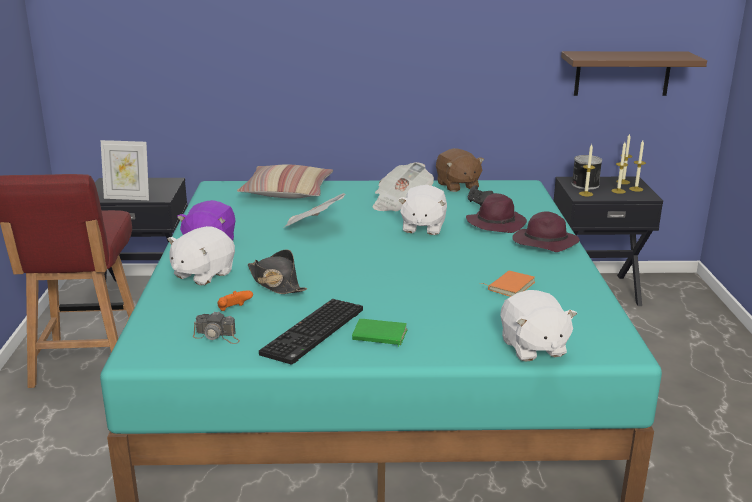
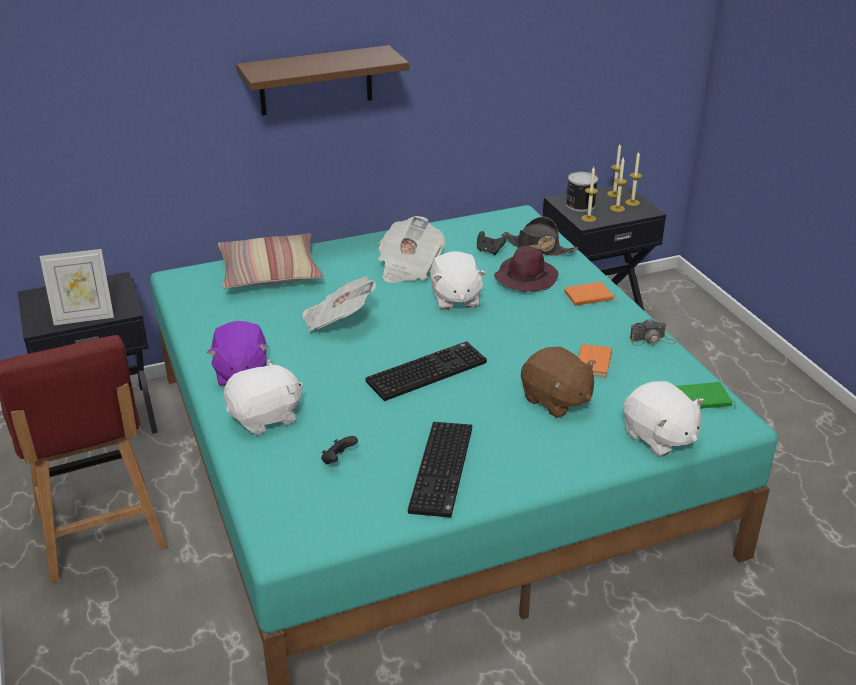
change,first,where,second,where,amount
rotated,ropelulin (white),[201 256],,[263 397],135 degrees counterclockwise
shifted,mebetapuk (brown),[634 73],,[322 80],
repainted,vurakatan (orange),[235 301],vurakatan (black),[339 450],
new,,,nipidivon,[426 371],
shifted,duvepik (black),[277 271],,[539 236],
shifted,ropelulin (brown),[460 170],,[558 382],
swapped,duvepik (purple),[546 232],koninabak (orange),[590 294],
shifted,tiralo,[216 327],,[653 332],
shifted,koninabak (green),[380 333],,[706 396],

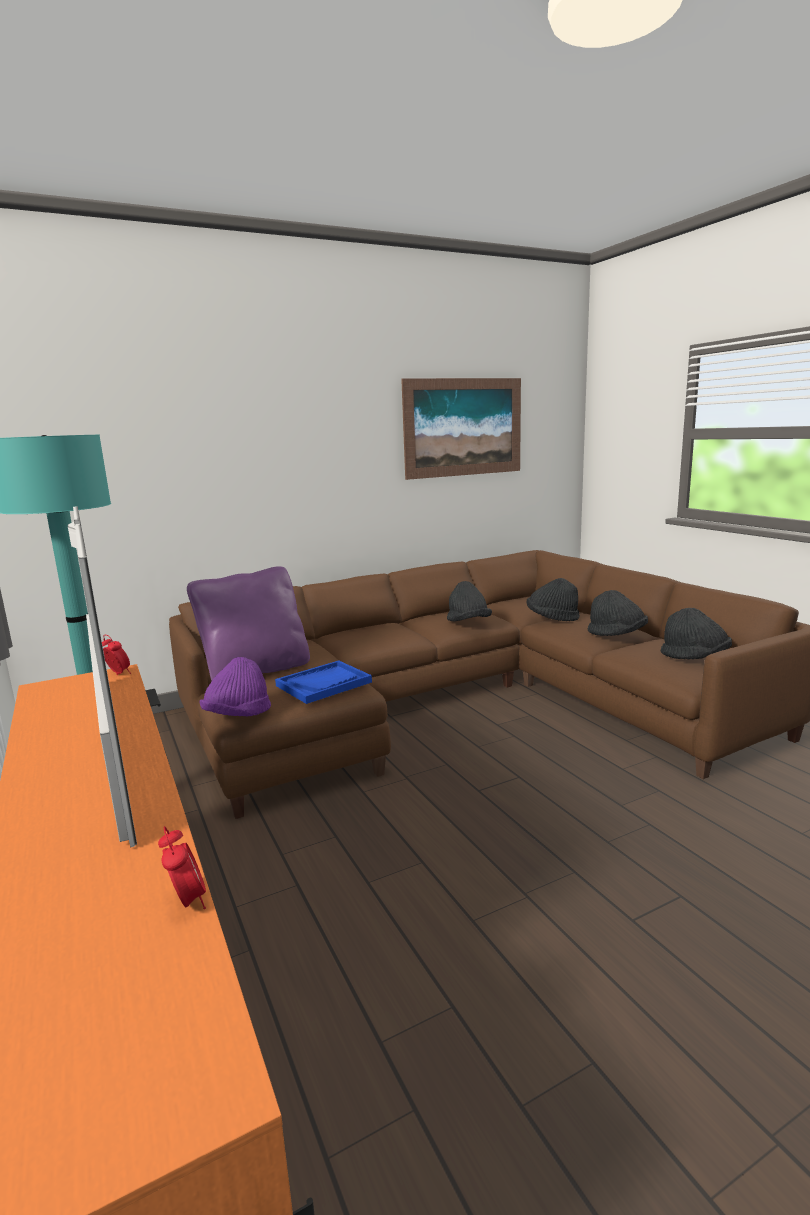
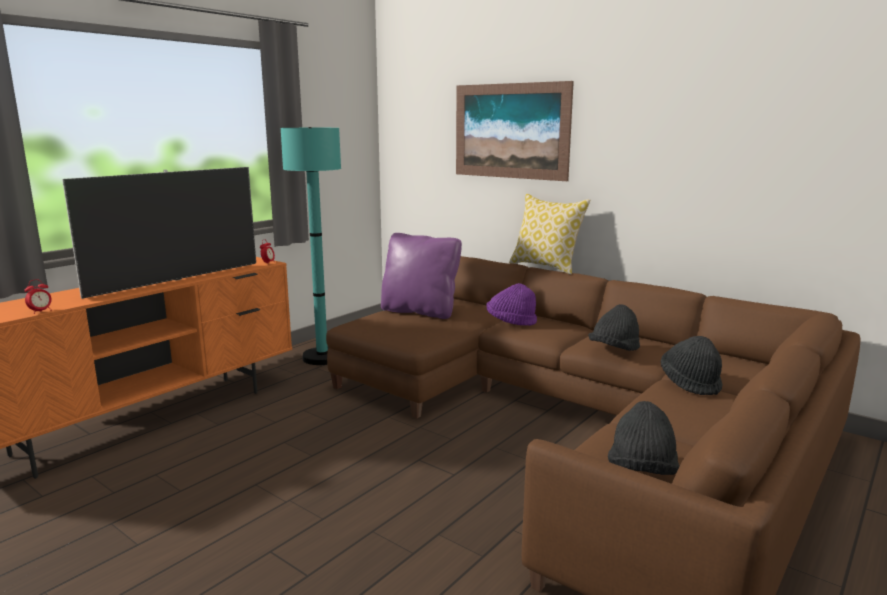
change,first,where,second,where,amount
shifted,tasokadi,[461 429],,[515 131],
shifted,duvepik (purple),[235 686],,[511 304],
new,,,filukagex,[549 234],
gone,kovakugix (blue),[323 682],,,
gone,duvepik (black),[618 613],,,

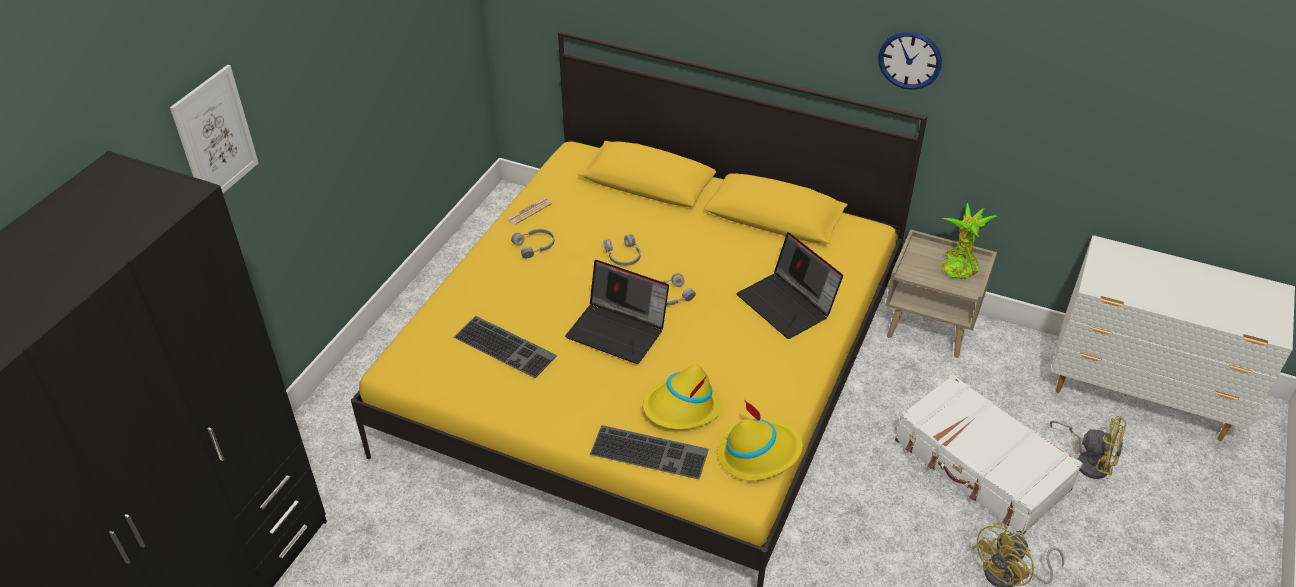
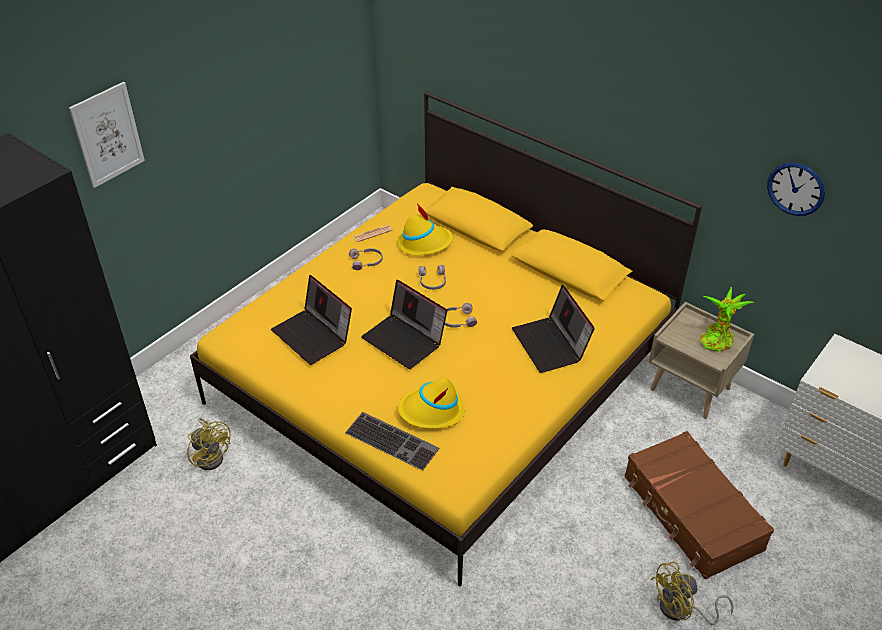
change,first,where,second,where,amount
shifted,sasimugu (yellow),[1088 447],,[209 444],
swapped,nipidivon,[505 347],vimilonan,[311 320],
shifted,duvepik (yellow),[760 440],,[425 229],
repainted,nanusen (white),[989 455],nanusen (brown),[699 505],
shifted,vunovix,[910 60],,[796 189],

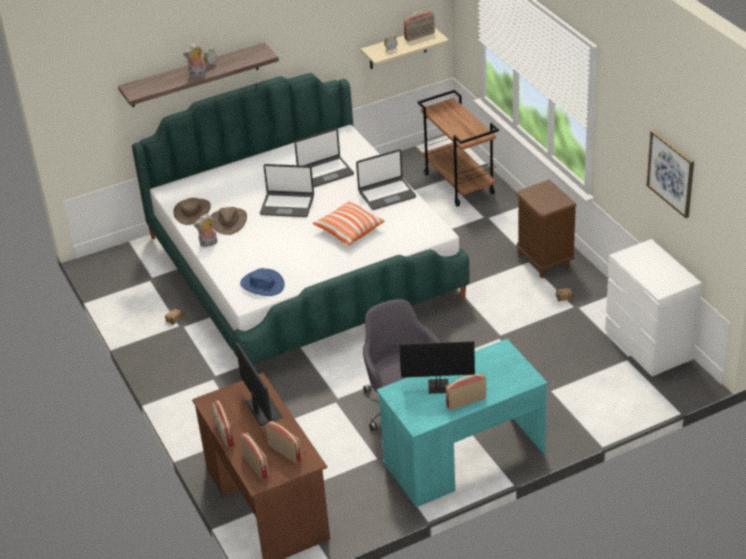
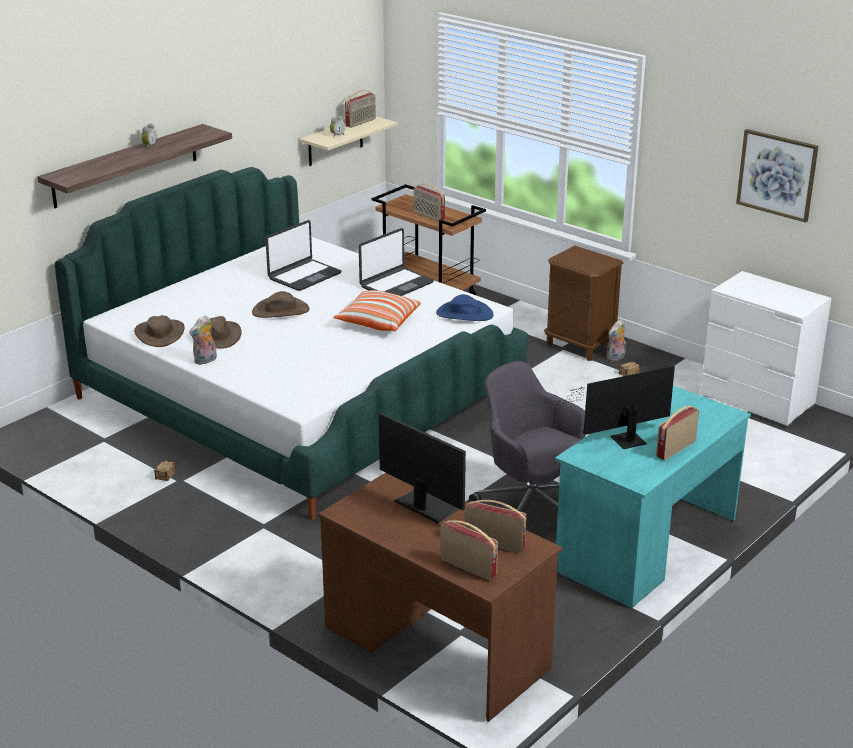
change,first,where,second,where,amount
swapped,vimilonan,[287 190],duvepik (brown),[281 304],
shifted,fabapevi,[223 424],,[429 203],
shifted,duvepik (blue),[262 282],,[464 307],
shifted,ropelulin,[195 60],,[616 340],

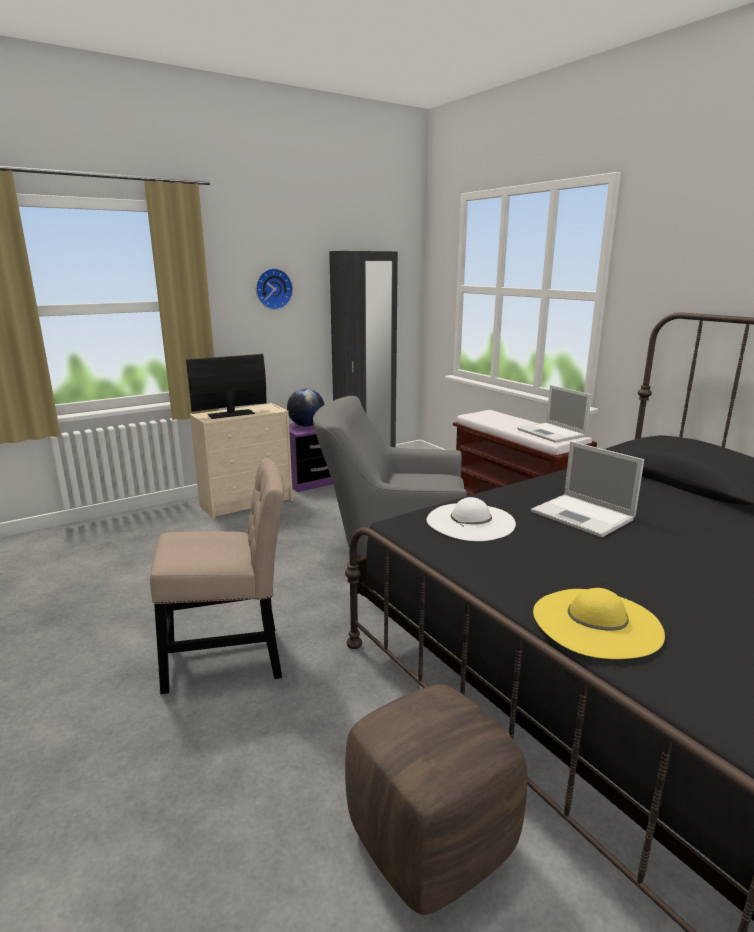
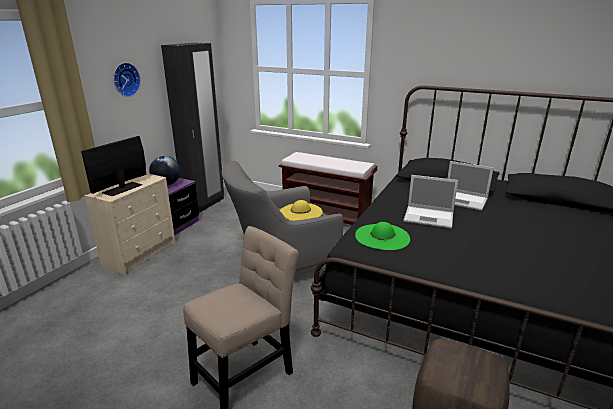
change,first,where,second,where,amount
shifted,duvepik (yellow),[599 623],,[301 210],
repainted,duvepik (white),[471 519],duvepik (green),[382 236],
shifted,vimilonan,[555 414],,[470 186],

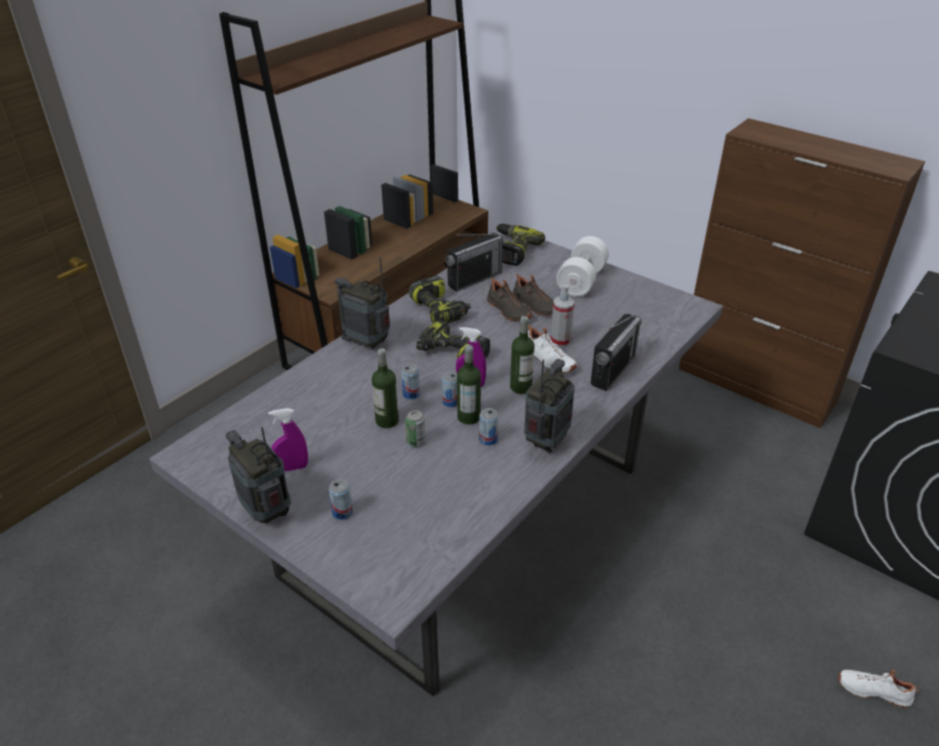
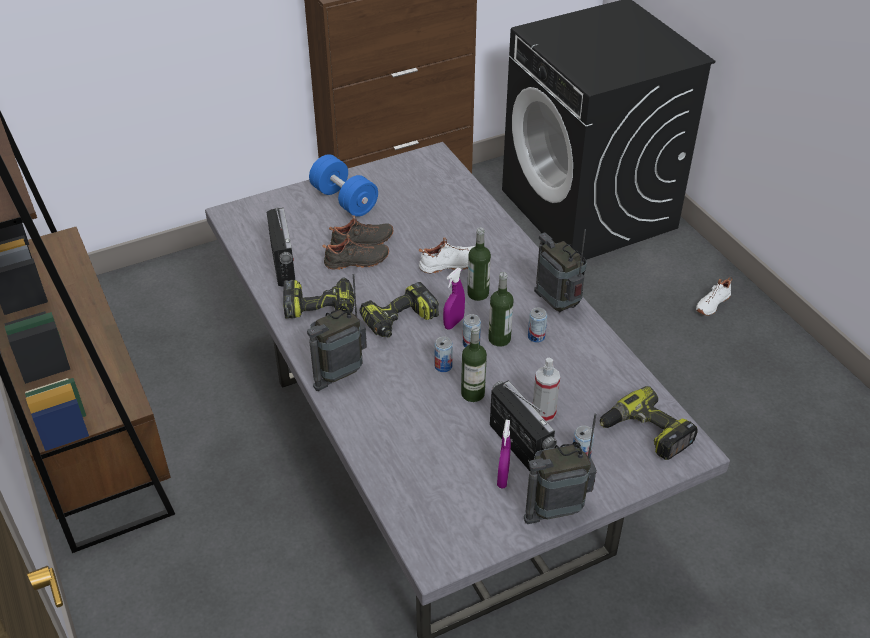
change,first,where,second,where,amount
repainted,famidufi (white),[582 266],famidufi (blue),[343 185],
shifted,fabapevi,[615 352],,[523 426],
shifted,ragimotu,[563 315],,[546 390],
shifted,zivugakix,[520 245],,[649 423],
gone,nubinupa,[415 428],,,

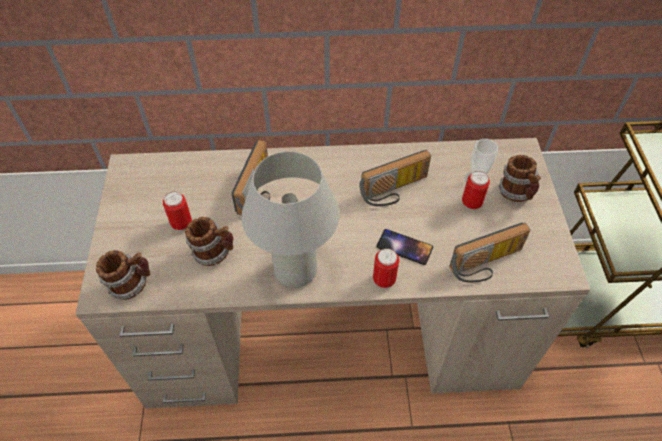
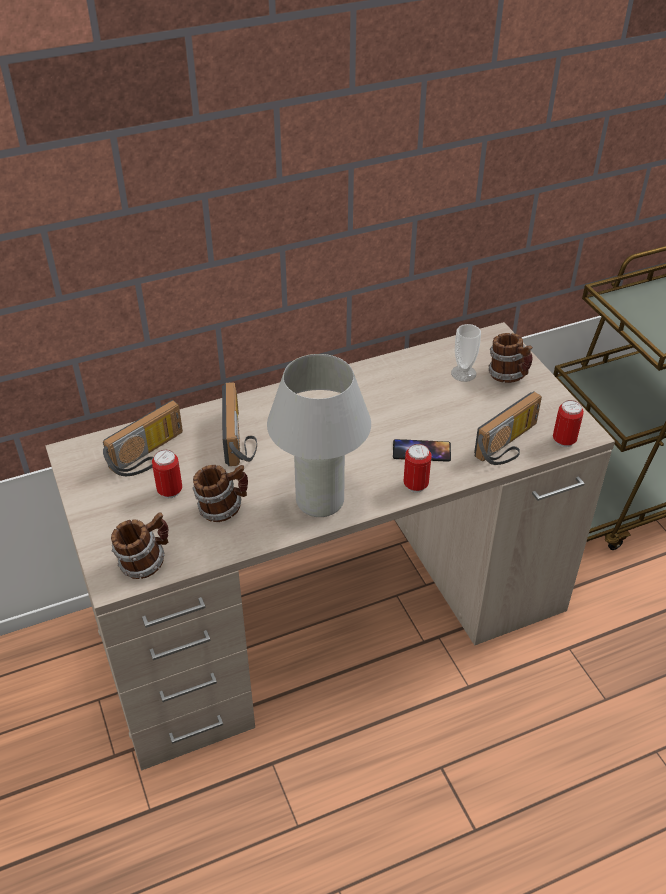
change,first,where,second,where,amount
shifted,fabapevi,[395 178],,[143 438],
shifted,nubinupa,[476 190],,[568 423],

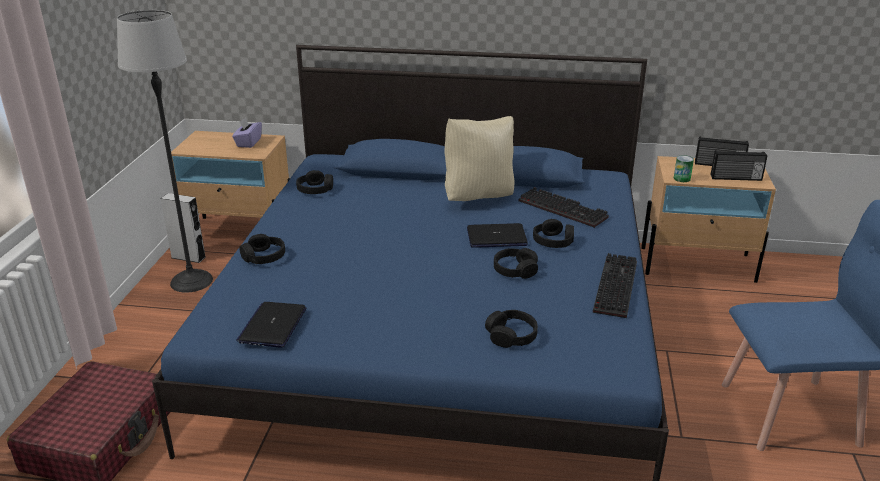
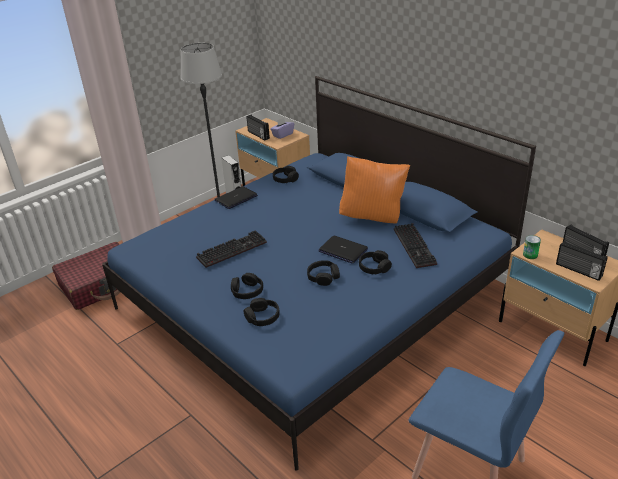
change,first,where,second,where,amount
shifted,nipidivon,[615 285],,[231 249],
shifted,vimilonan,[271 325],,[236 197],
shifted,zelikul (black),[262 249],,[247 286],
new,,,fabapevi,[258 127],
repainted,filukagex (beige),[479 158],filukagex (orange),[374 189],

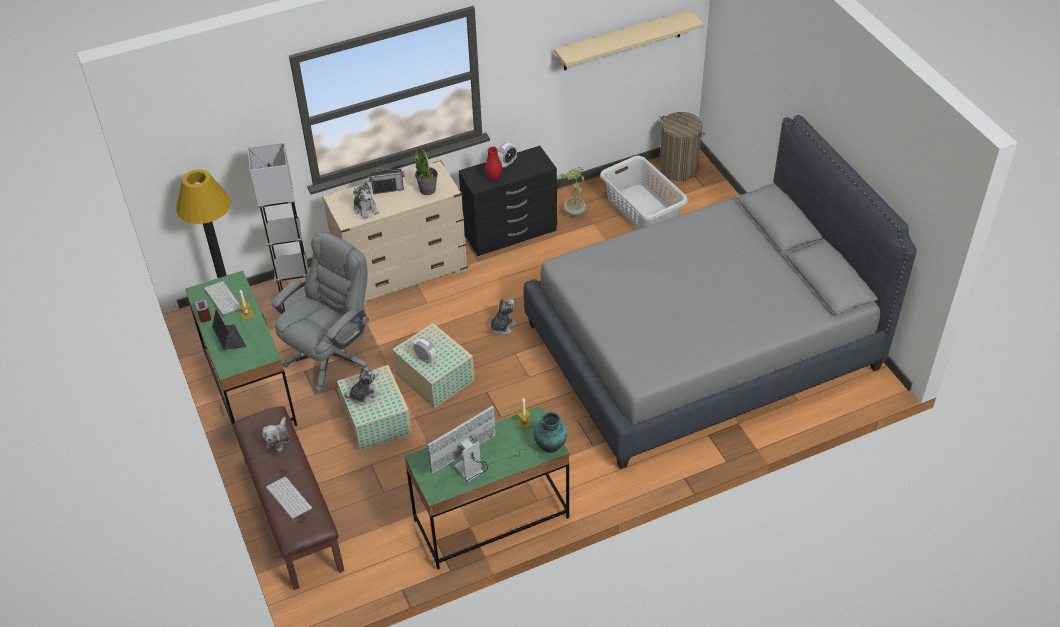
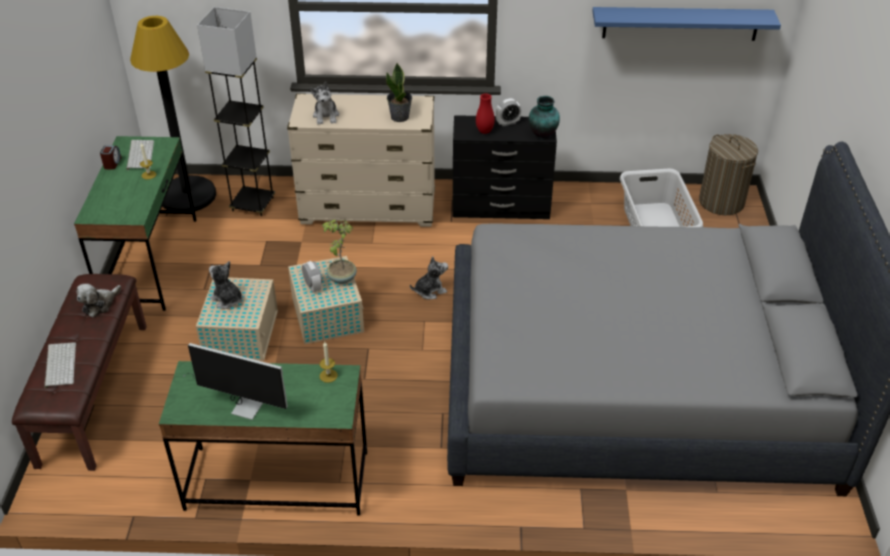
change,first,where,second,where,amount
rotated,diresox,[478 446],,[235 381],150 degrees counterclockwise
rotated,ropelulin,[362 385],,[225 285],135 degrees counterclockwise
shifted,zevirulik,[572 191],,[339 252],
shifted,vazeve,[550 432],,[544 118],
repainted,mebetapuk (beige),[629 40],mebetapuk (blue),[686 24],
gone,vimilonan,[229 329],,,
gone,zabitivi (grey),[320 312],,,
gone,fabapevi,[386 181],,,

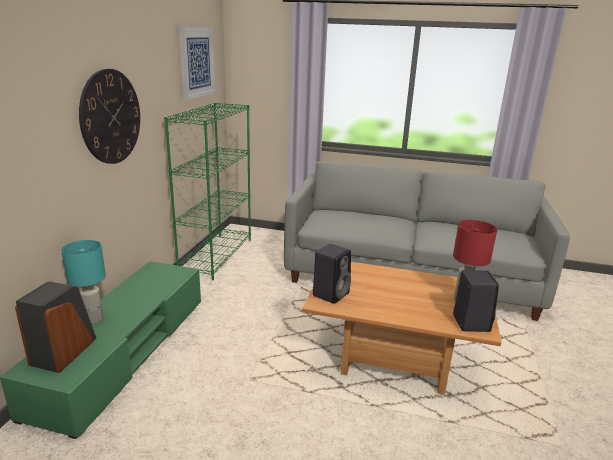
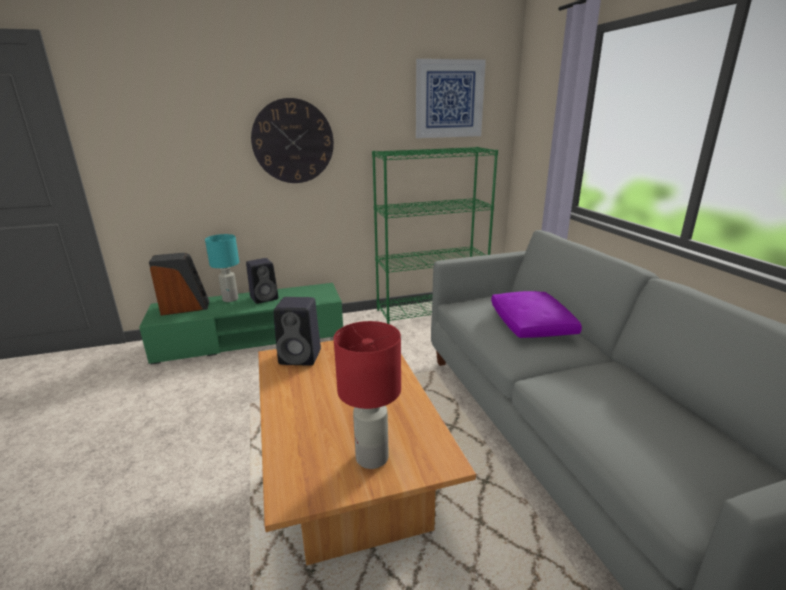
change,first,where,second,where,amount
shifted,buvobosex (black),[476 301],,[262 281],
new,,,filukagex (purple),[536 314],

